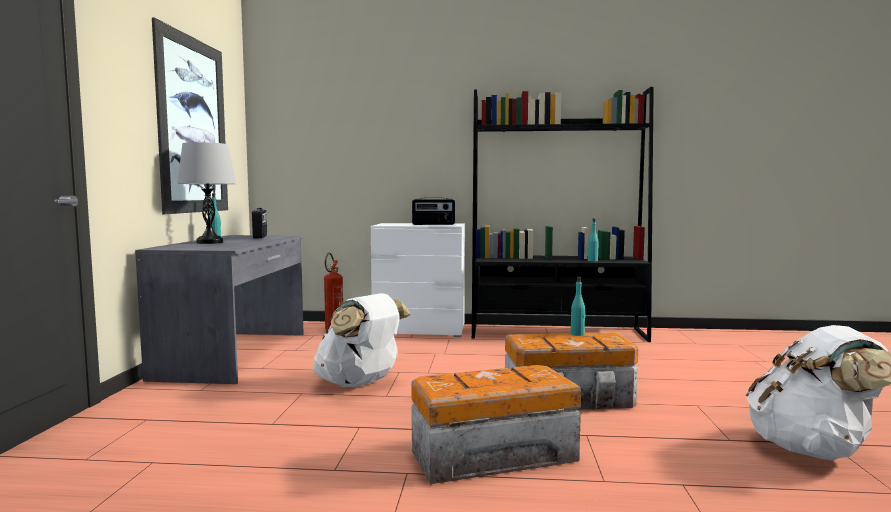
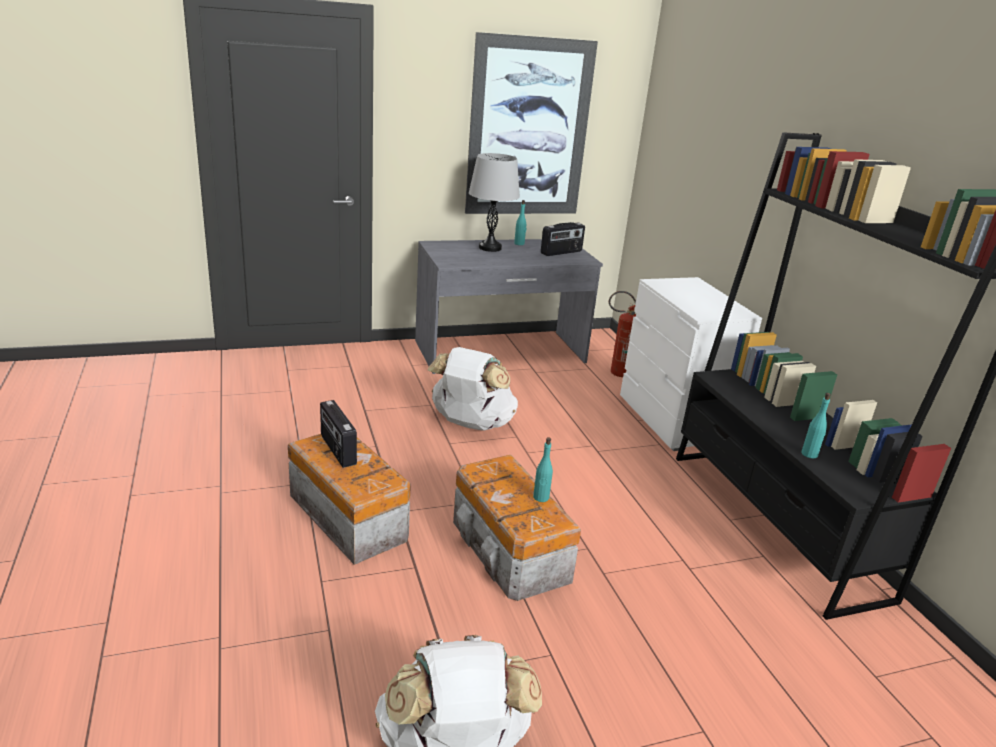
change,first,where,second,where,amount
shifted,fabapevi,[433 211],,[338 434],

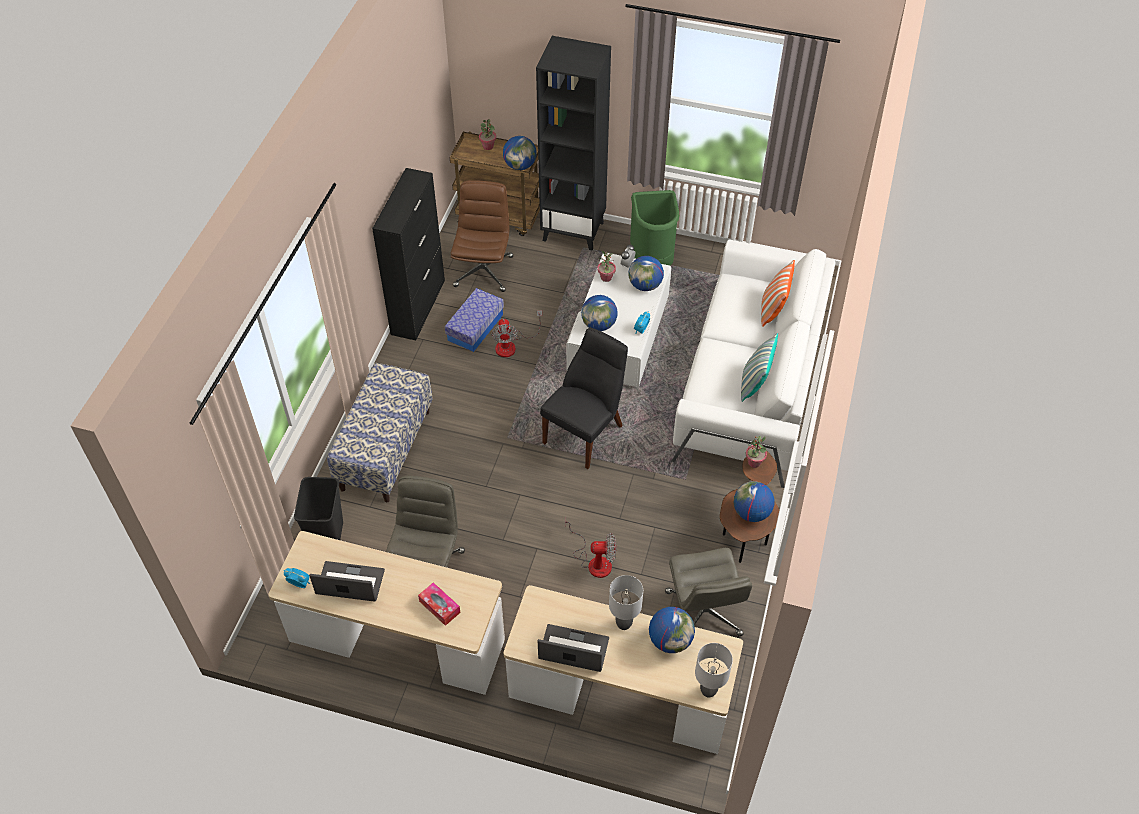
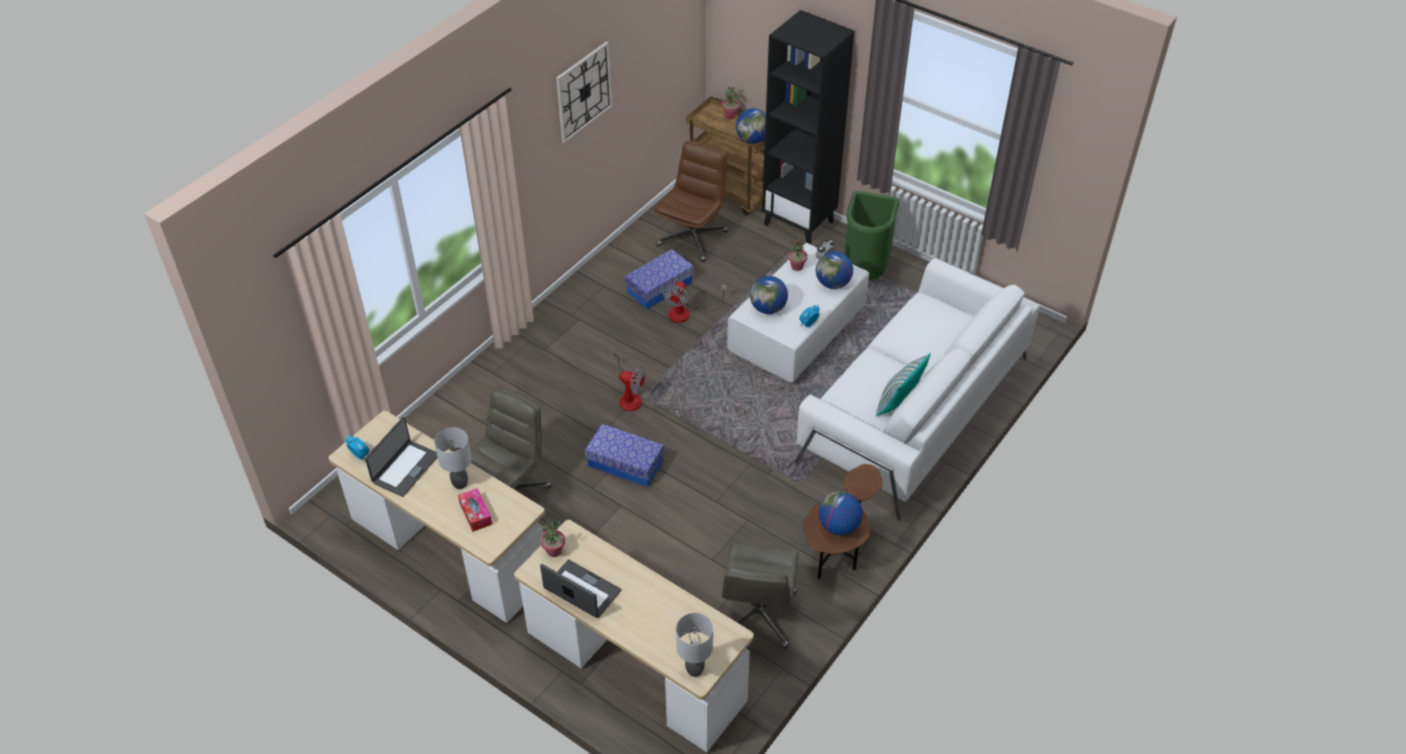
change,first,where,second,where,amount
rotated,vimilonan,[347 581],,[401 457],90 degrees clockwise
shifted,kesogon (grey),[626 602],,[453 458],
shifted,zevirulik,[756 452],,[552 538],
new,,,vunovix,[584 92],
new,,,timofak,[624 455],
shifted,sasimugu,[590 549],,[629 380],
gone,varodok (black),[318 508],,,
gone,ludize,[380 432],,,
gone,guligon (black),[408 254],,,
gone,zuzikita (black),[584 398],,,
gone,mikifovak,[672 630],,,
gone,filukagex,[778 293],,,

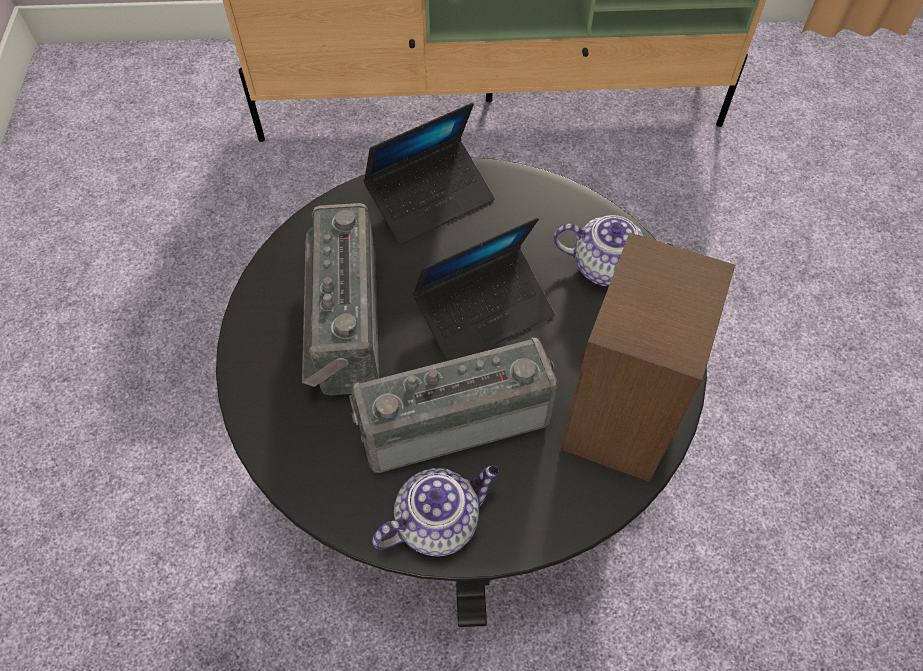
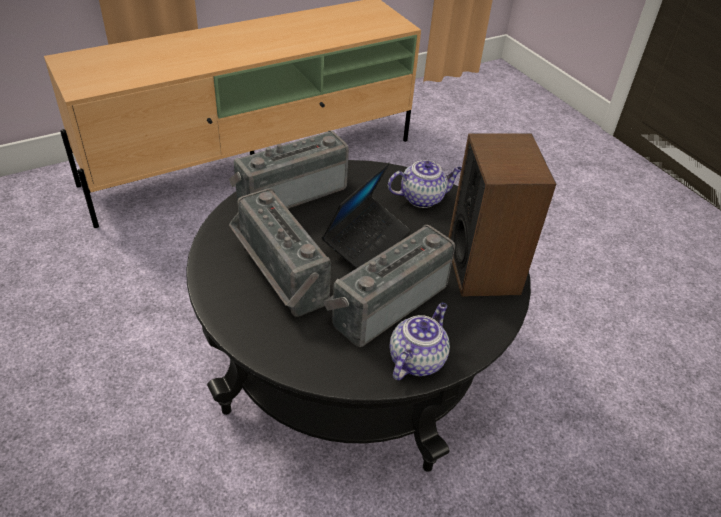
change,first,where,second,where,amount
swapped,vimilonan,[429 174],fabapevi,[289 170],

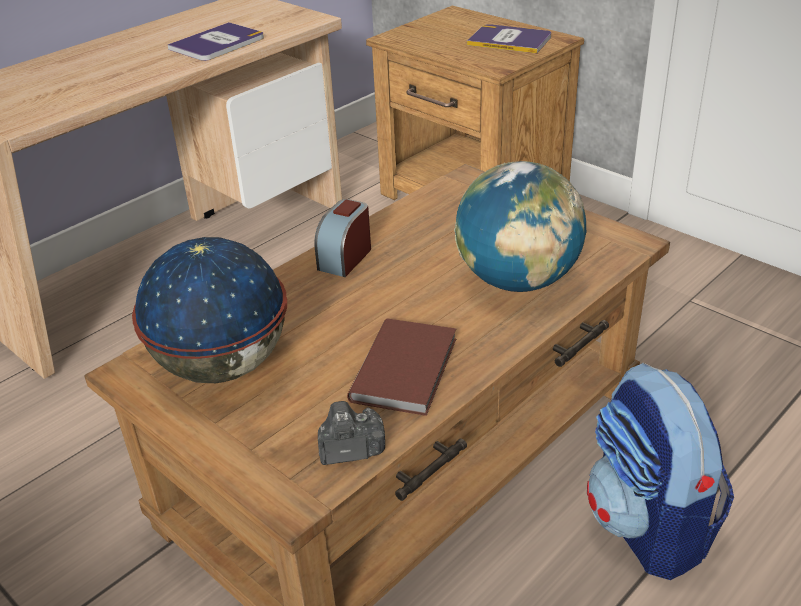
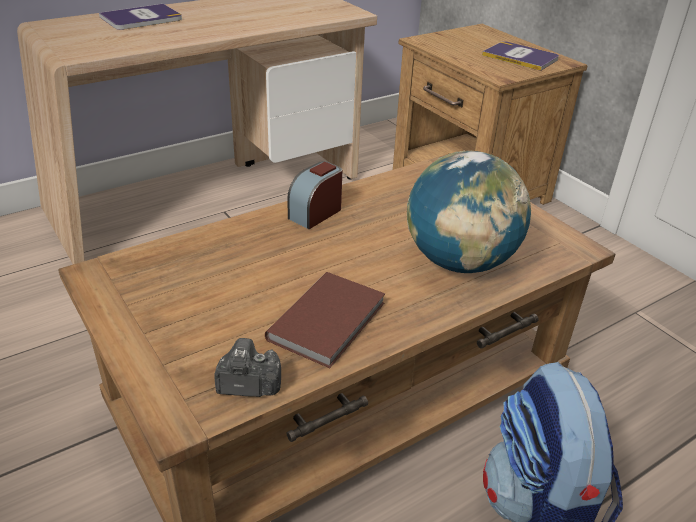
change,first,where,second,where,amount
shifted,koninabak,[216 41],,[140 17],
gone,mikifovak,[209 310],,,

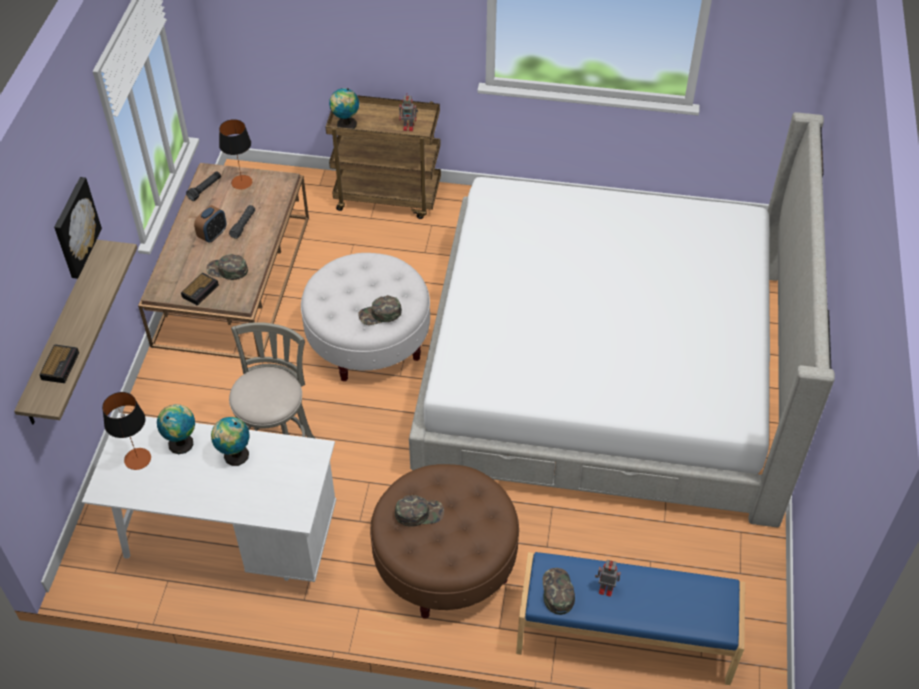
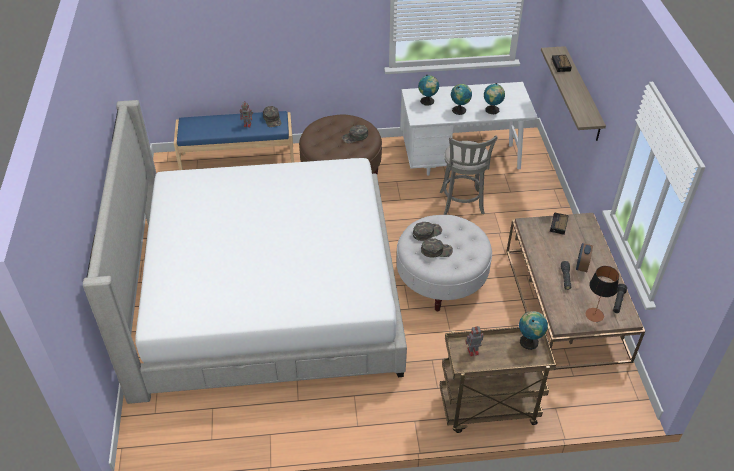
change,first,where,second,where,amount
new,,,mikifovak,[428 90],
shifted,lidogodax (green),[227 267],,[437 248],
gone,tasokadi,[78 228],,,
gone,kesogon,[126 431],,,

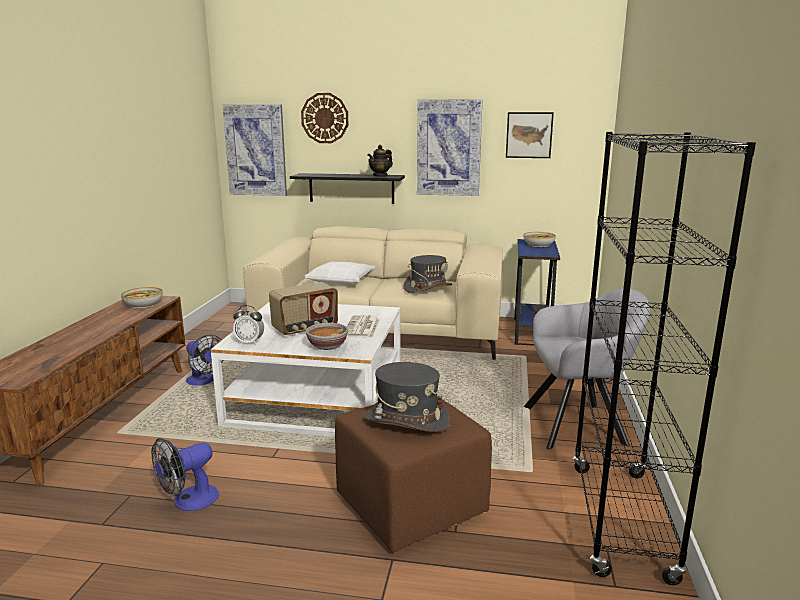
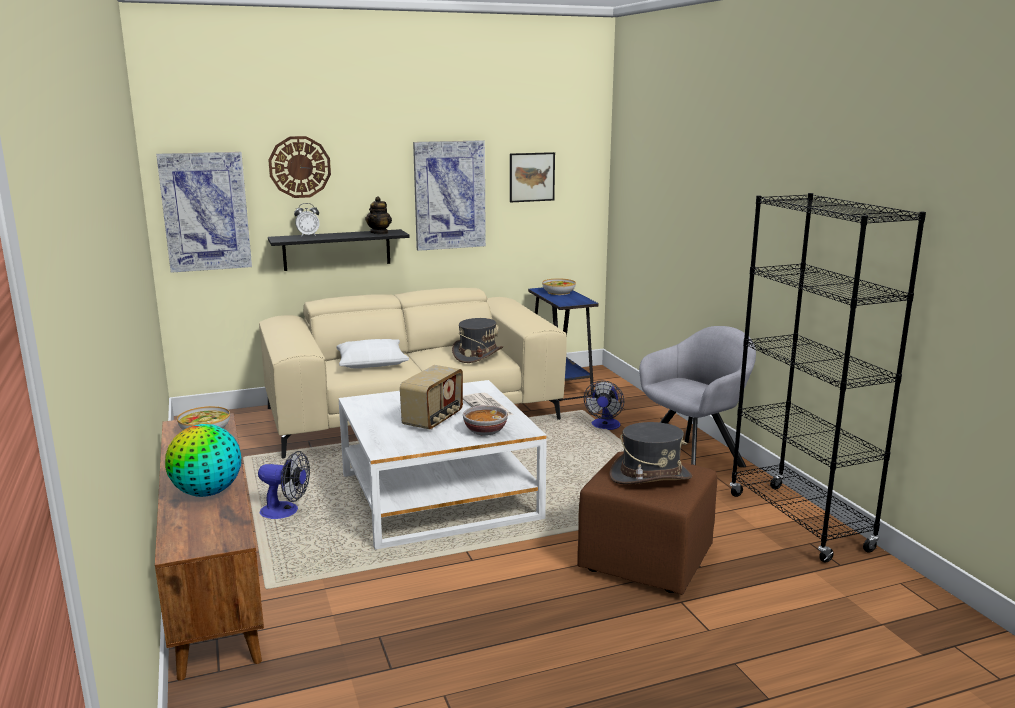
change,first,where,second,where,amount
new,,,mikifovak,[203 460],
shifted,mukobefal,[248 325],,[307 220],
shifted,sasimugu,[185 474],,[604 405],

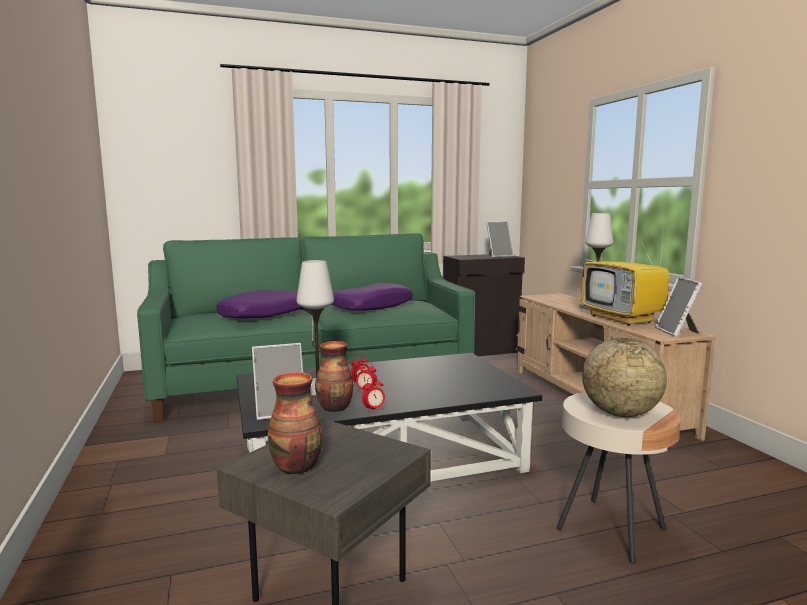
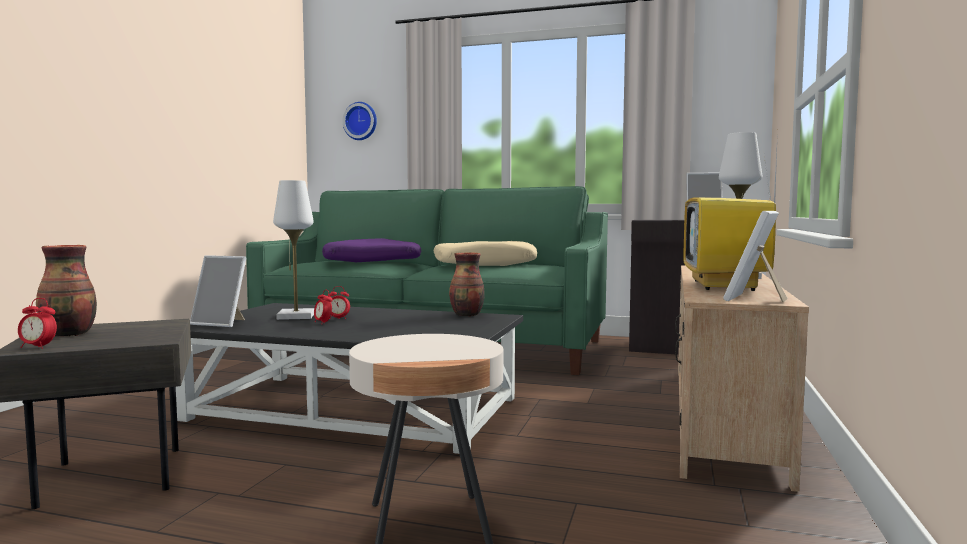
change,first,where,second,where,amount
shifted,mukobefal,[373 394],,[37 323],
new,,,vunovix,[359 121],
repainted,filukagex (purple),[372 297],filukagex (beige),[485 253],
shifted,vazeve,[334 376],,[467 284],
gone,mikifovak,[624 377],,,

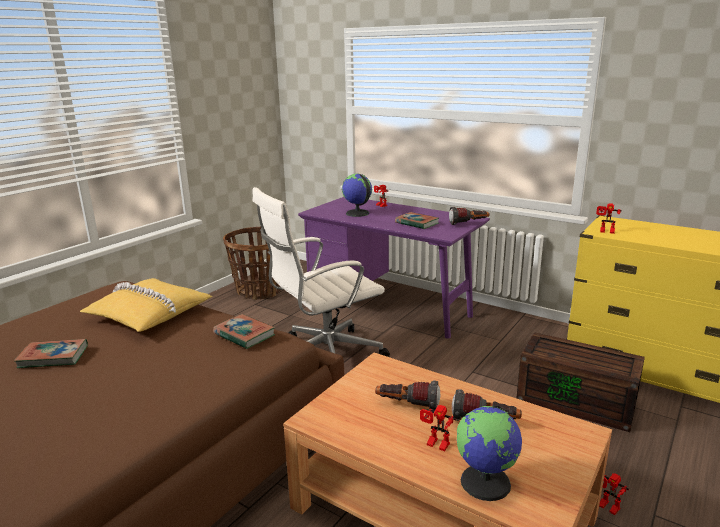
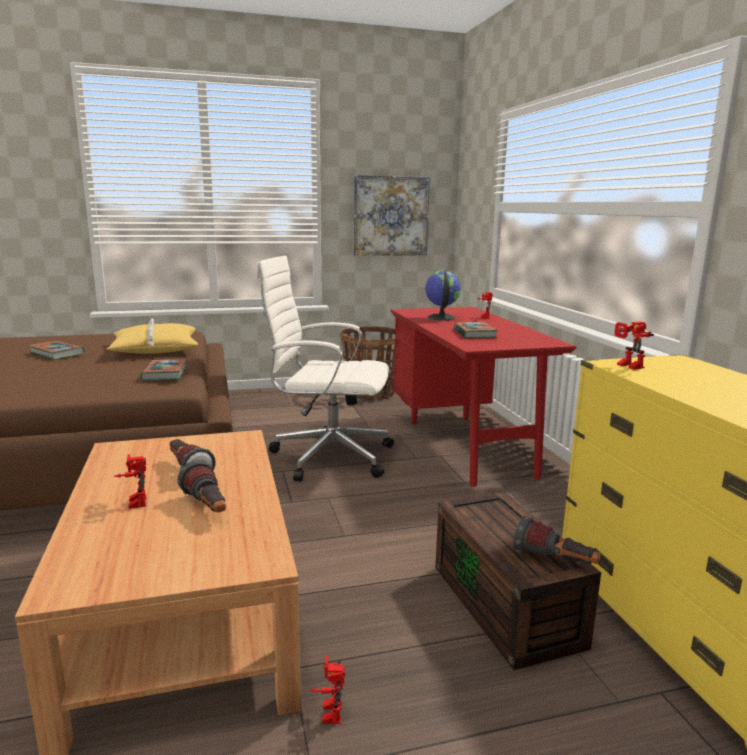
change,first,where,second,where,amount
new,,,tasokadi,[391 215],
repainted,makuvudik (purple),[394 268],makuvudik (red),[483 397],
shifted,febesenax,[469 216],,[557 540],
gone,mikifovak,[489 453],,,

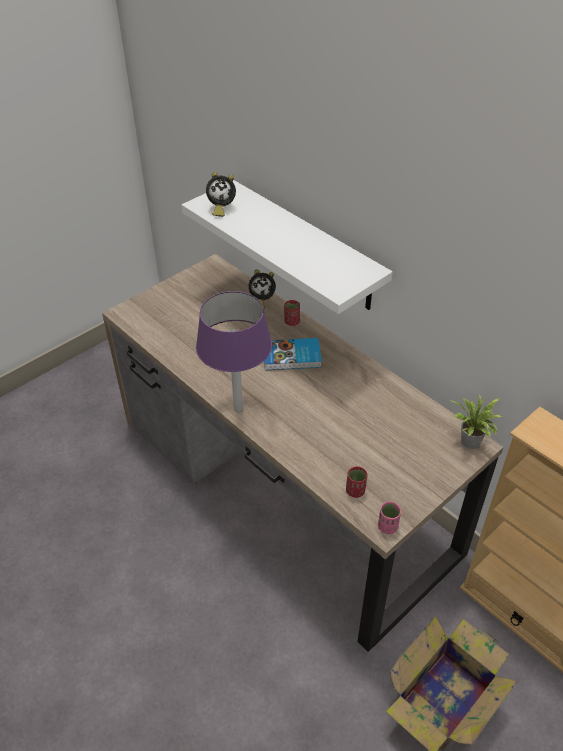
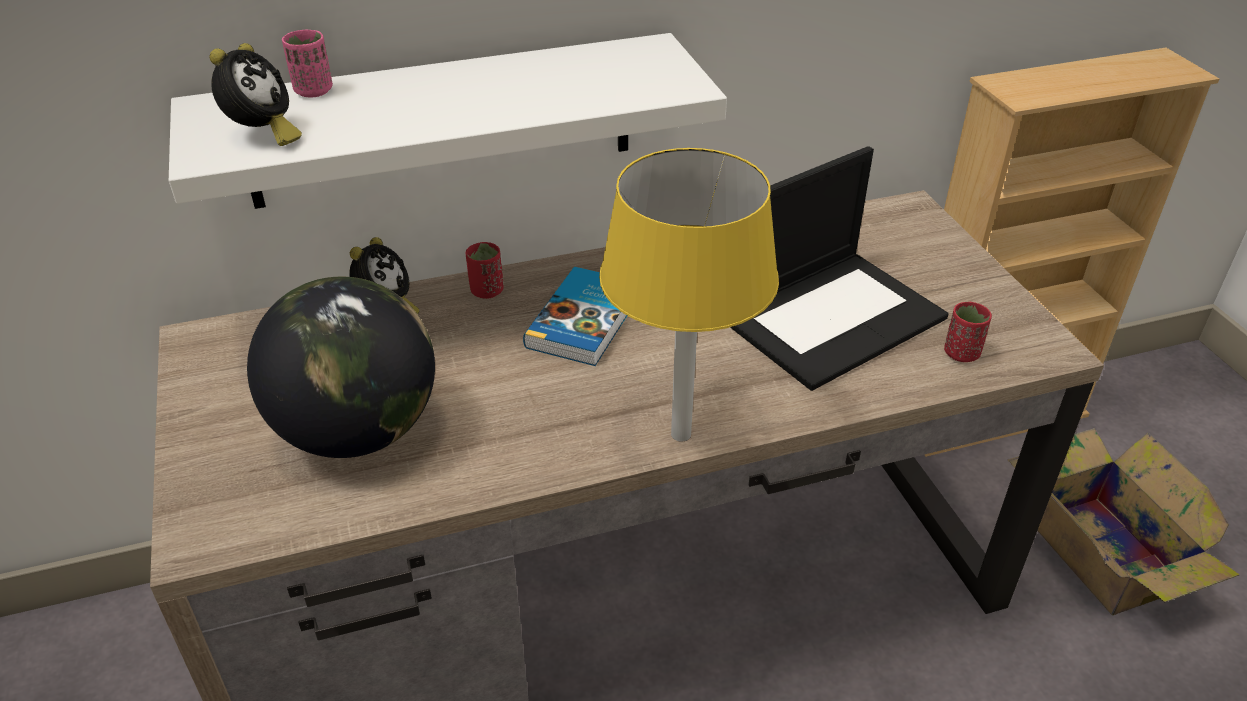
change,first,where,second,where,amount
new,,,mikifovak,[341 367],
shifted,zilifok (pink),[389 518],,[307 63],
repainted,kesogon (purple),[234 351],kesogon (yellow),[689 295],
new,,,vimilonan,[839 268],
gone,zevirulik,[477 421],,,

